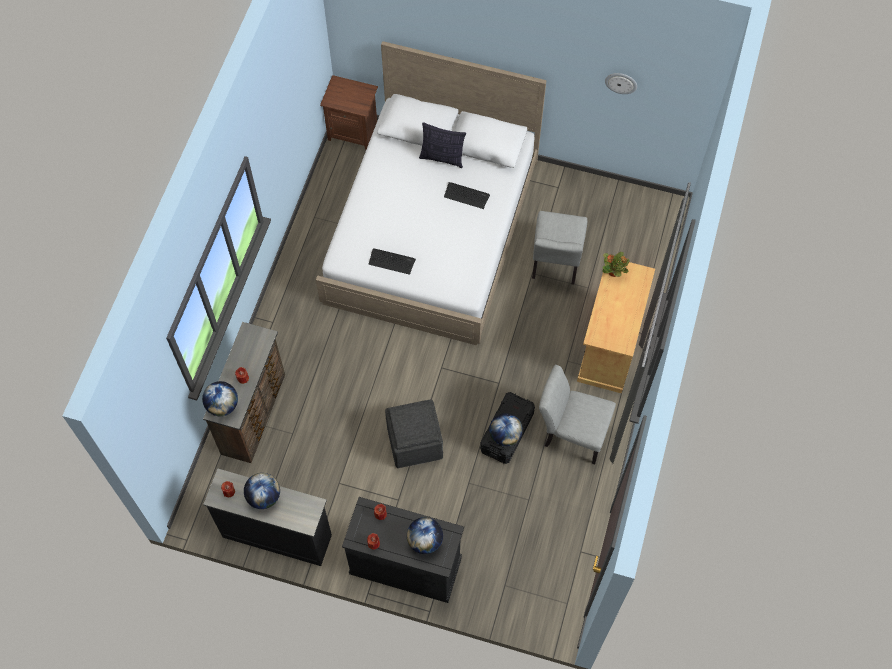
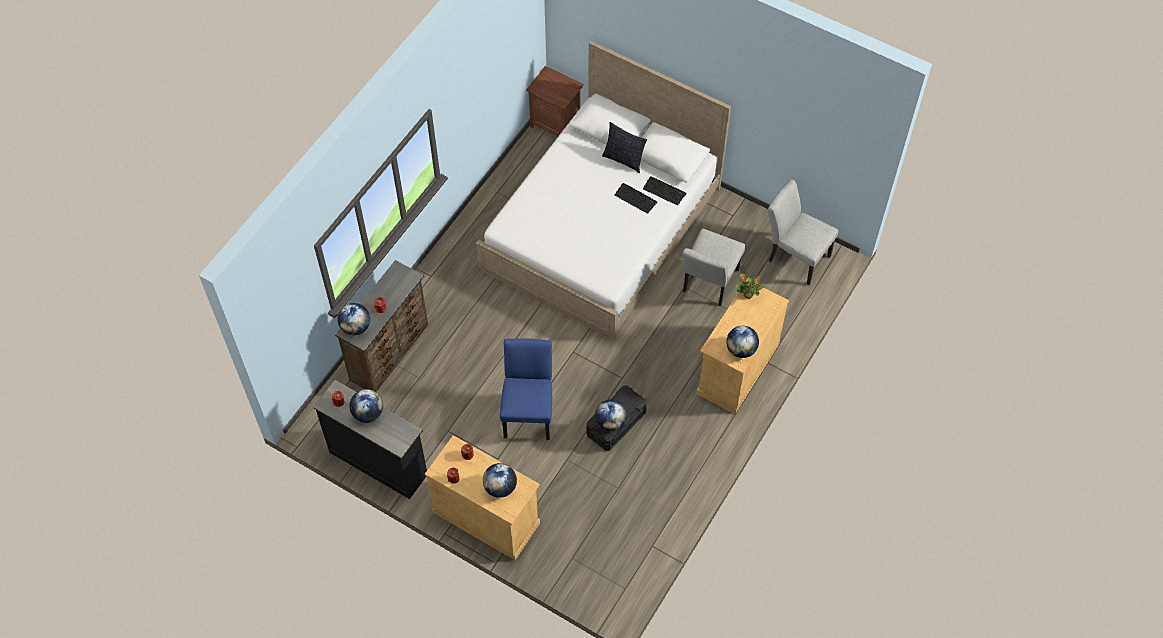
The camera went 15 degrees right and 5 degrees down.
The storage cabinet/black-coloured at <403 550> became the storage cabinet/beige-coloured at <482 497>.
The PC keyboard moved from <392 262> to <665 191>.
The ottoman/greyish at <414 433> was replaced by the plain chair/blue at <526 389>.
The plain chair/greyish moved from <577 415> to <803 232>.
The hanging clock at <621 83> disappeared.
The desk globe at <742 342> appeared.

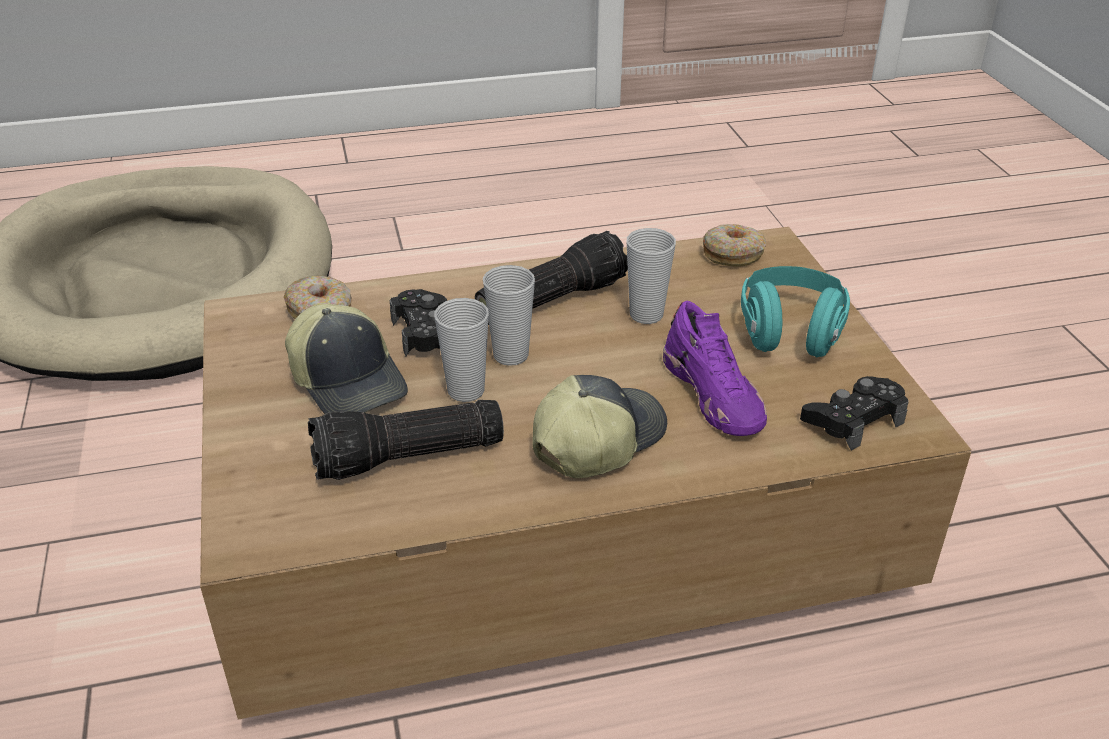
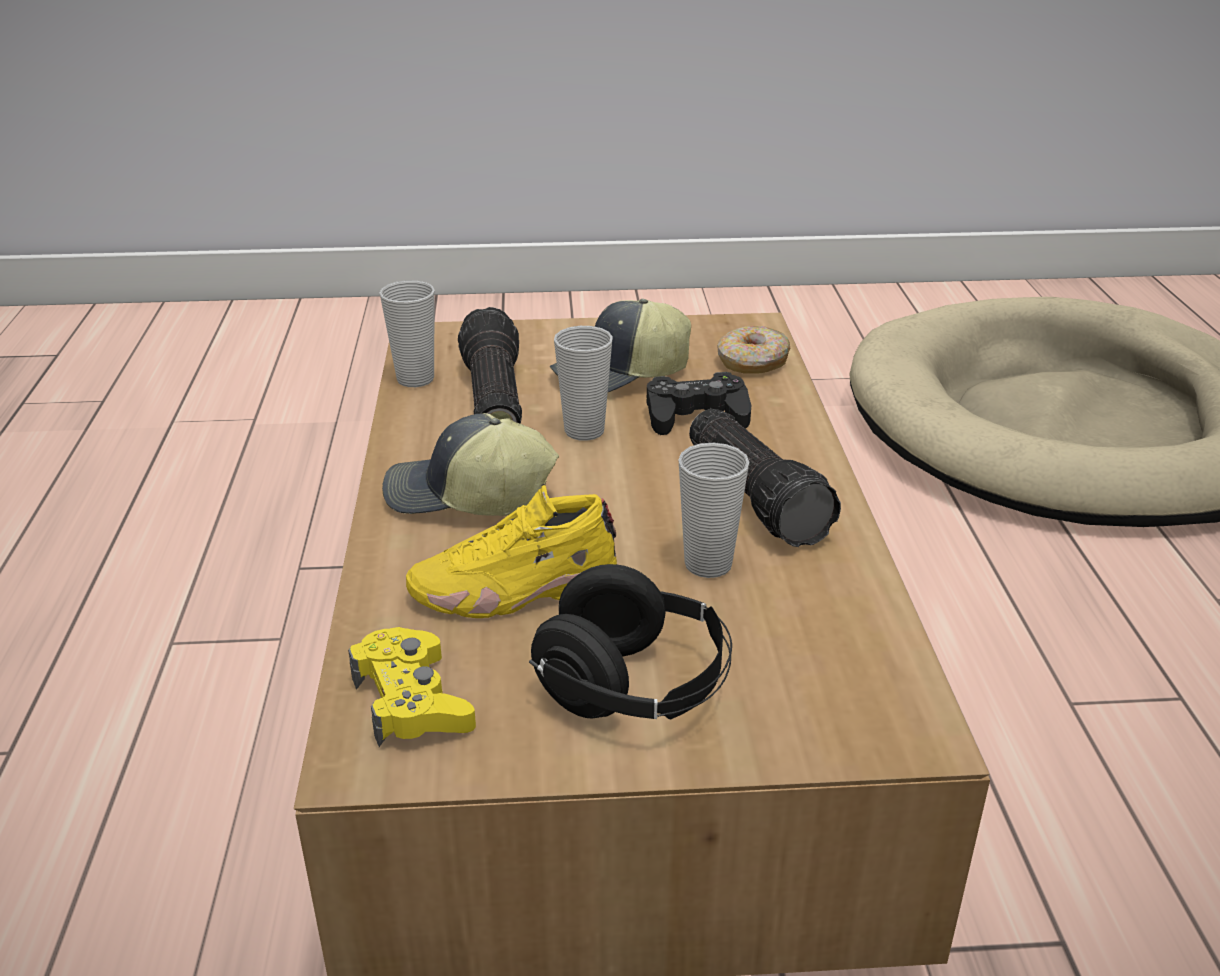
The camera went 100 degrees right and 5 degrees down.
The small cup moved from <509 315> to <407 333>.
The cap at <599 426> turned 135 degrees clockwise.
The item of footwear/purplish at <715 368> became the item of footwear/yellow-coloured at <511 551>.
The ring doughnut at <735 245> disappeared.
The headset/turquoise at <795 311> became the headset/black-coloured at <630 641>.
The joypad/black-coloured at <854 413> became the joypad/yellow-coloured at <412 687>.

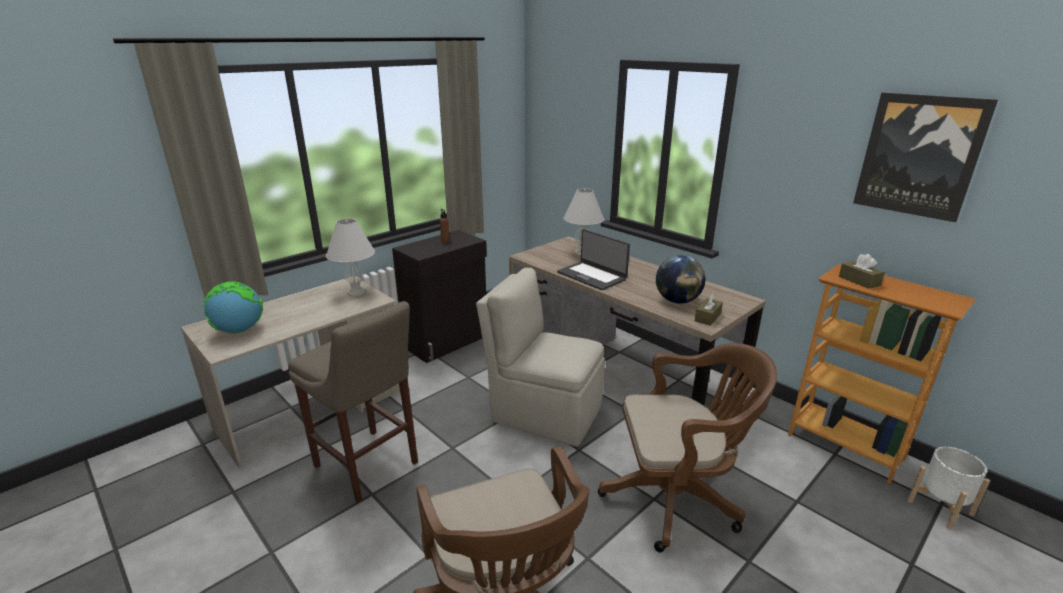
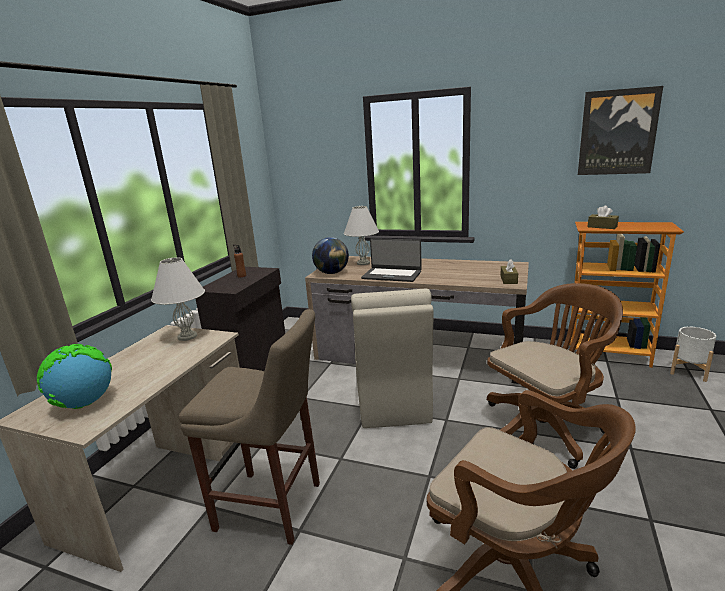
The camera went 25 degrees left and 5 degrees down.
The plain chair/beige-coloured at <540 357> turned 90 degrees counterclockwise.
The desk globe moved from <680 279> to <330 255>.

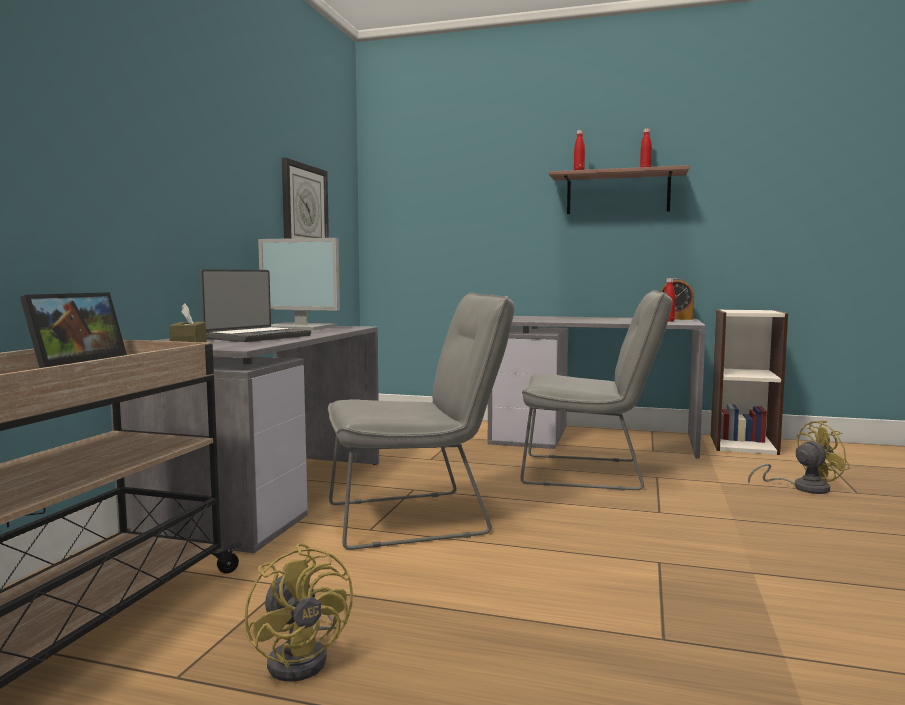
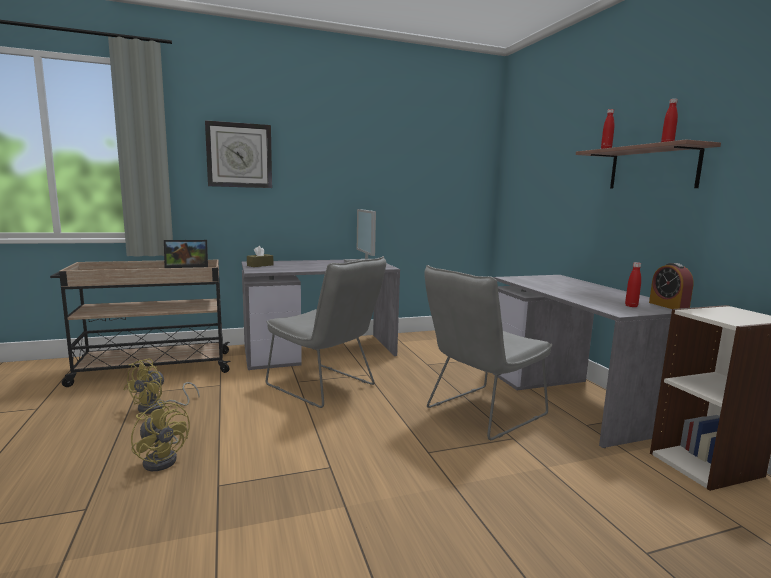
The camera went 55 degrees right and 5 degrees up.
The notebook computer at <255 305> disappeared.
The hanging clock moved from <305 198> to <238 154>.
The plain chair/greyish at <596 390> turned 75 degrees clockwise.
The cooling fan/yellow-coloured moved from <799 457> to <160 435>.

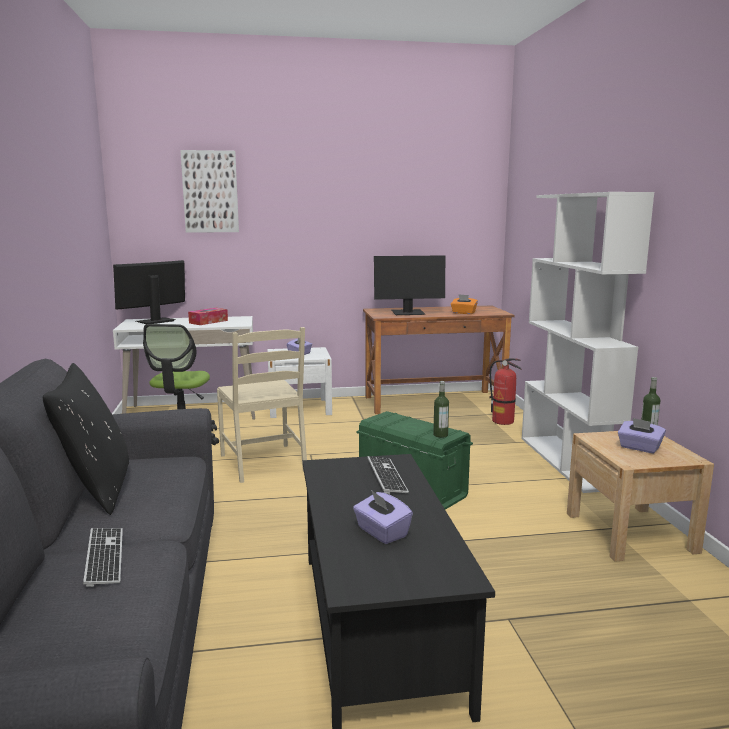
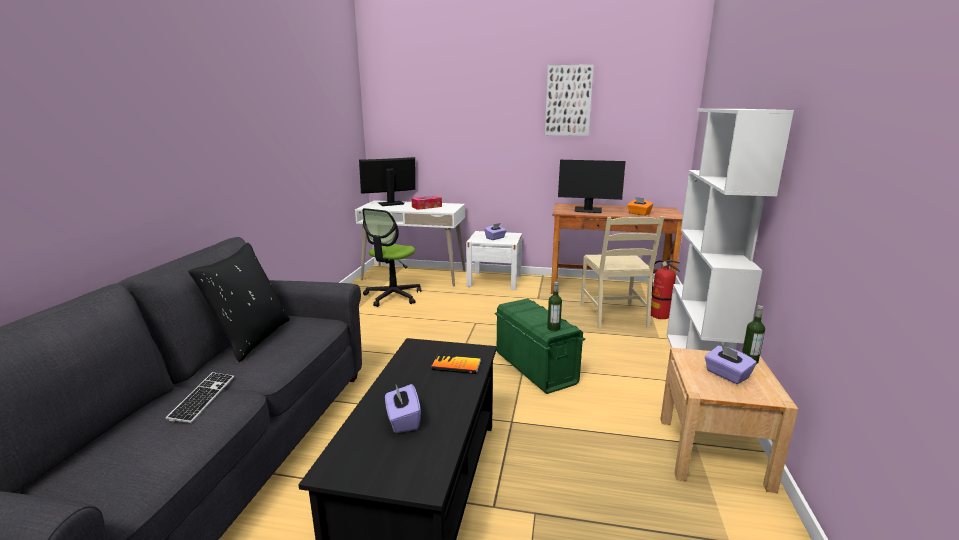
The camera went 20 degrees right and 5 degrees up.
The picture moved from <209 191> to <569 100>.
The plain chair/beige-coloured moved from <262 405> to <622 272>.
The PC keyboard at <388 475> was replaced by the volume at <456 364>.

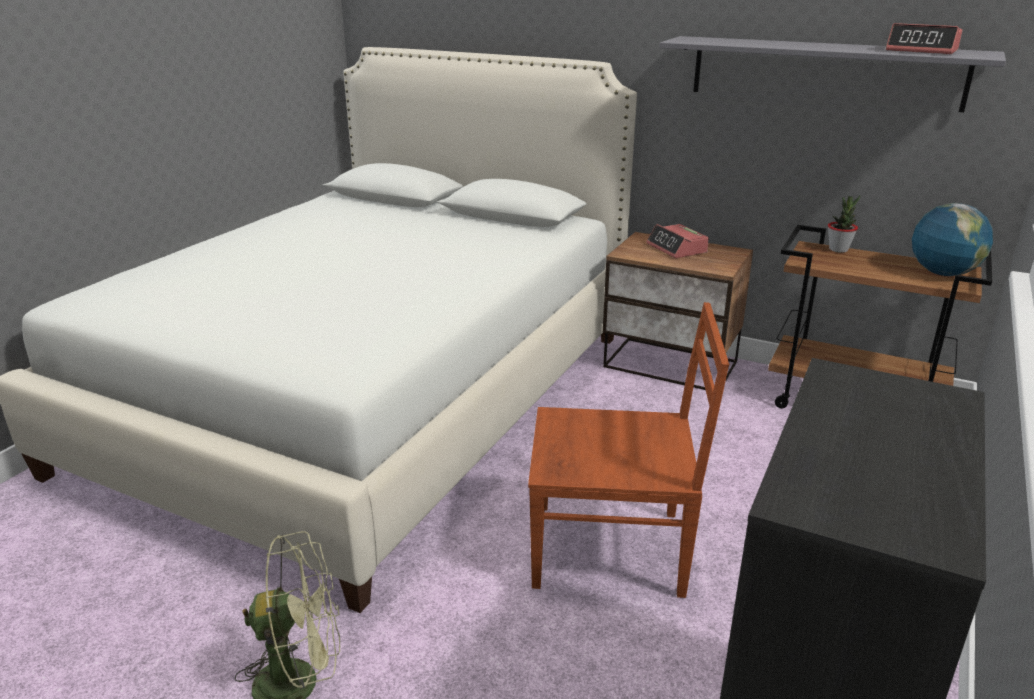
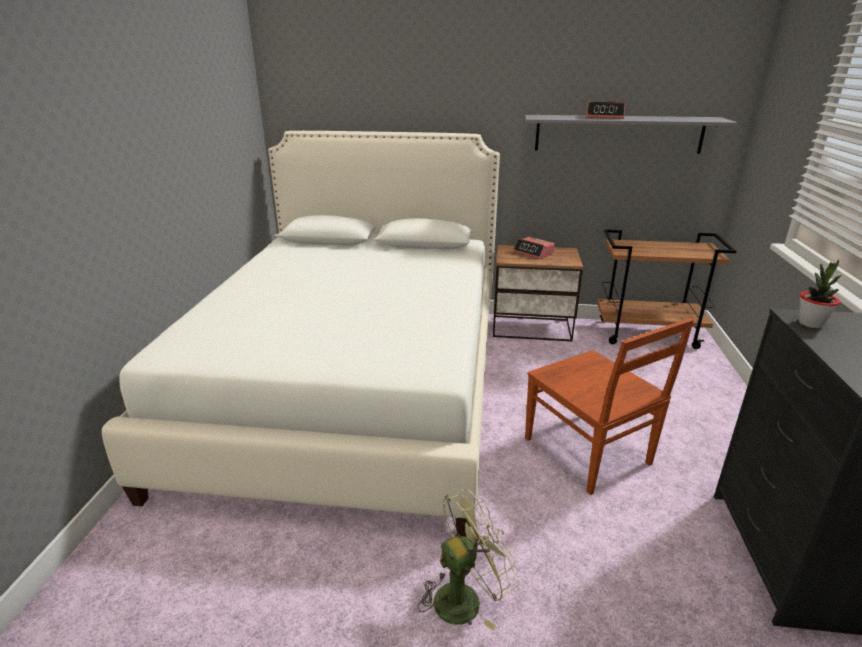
The camera went 20 degrees left and 0 degrees up.
The plain chair/brownish at <628 450> turned 75 degrees clockwise.
The houseplant moved from <844 224> to <820 294>.
The table clock moved from <924 38> to <605 110>.
The desk globe at <952 239> disappeared.

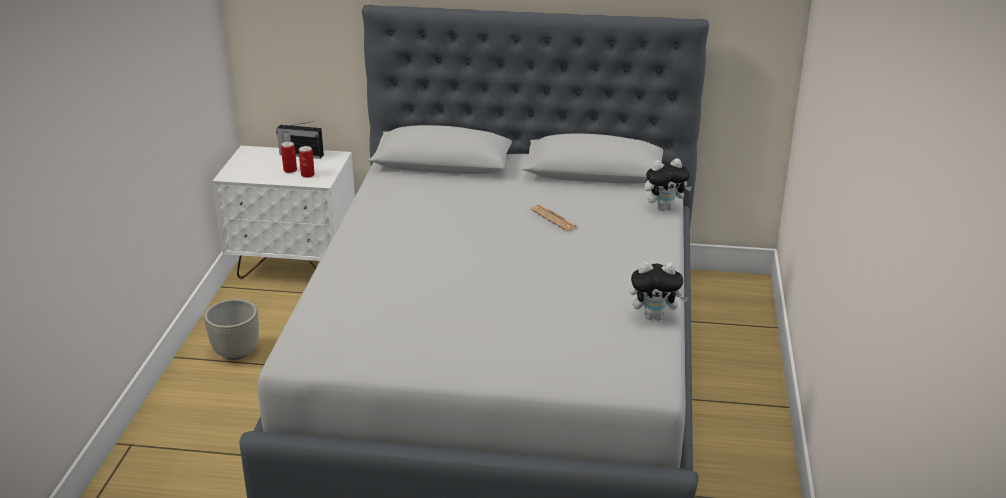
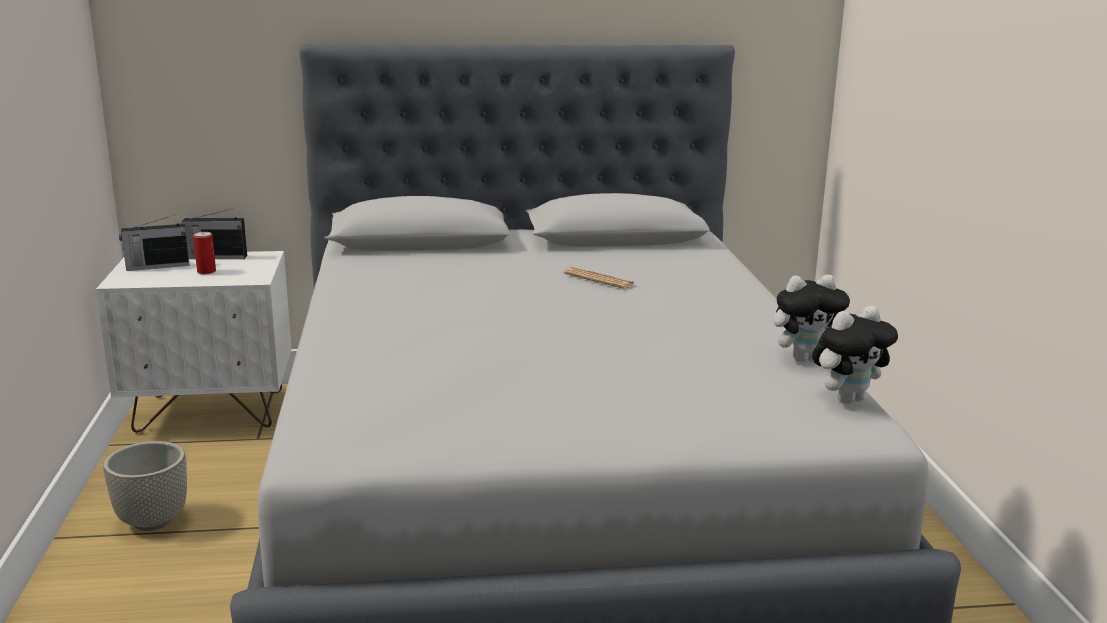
The camera went 15 degrees left and 10 degrees down.
The sealed can at <307 162> disappeared.
The soft toy moved from <668 184> to <855 354>.
The radio at <154 243> appeared.

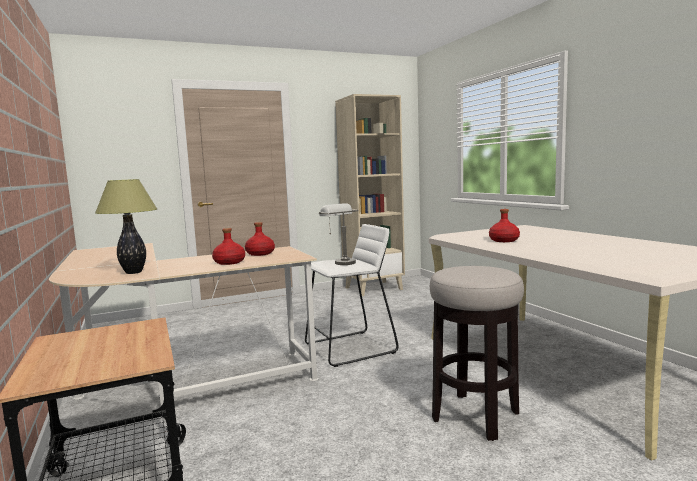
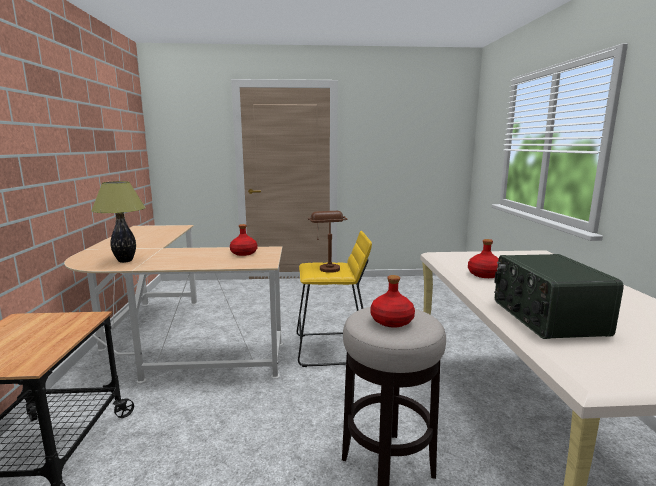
The camera went 20 degrees right and 5 degrees up.
The beverage bottle/reddish moved from <228 246> to <392 301>.
The sitting stool/white at <352 295> became the sitting stool/yellow-coloured at <334 299>.
The tabletop lamp/greyish at <338 234> became the tabletop lamp/brownish at <328 242>.
The bookcase/beige-coloured at <370 195> disappeared.
The radio at <559 296> appeared.

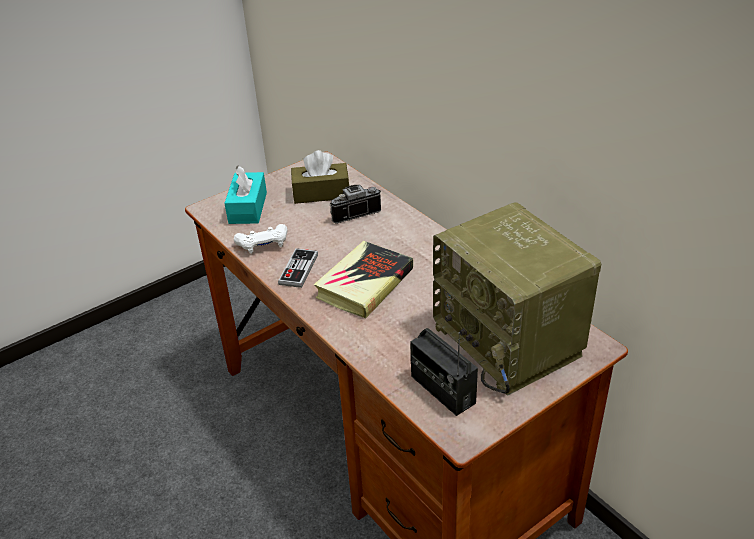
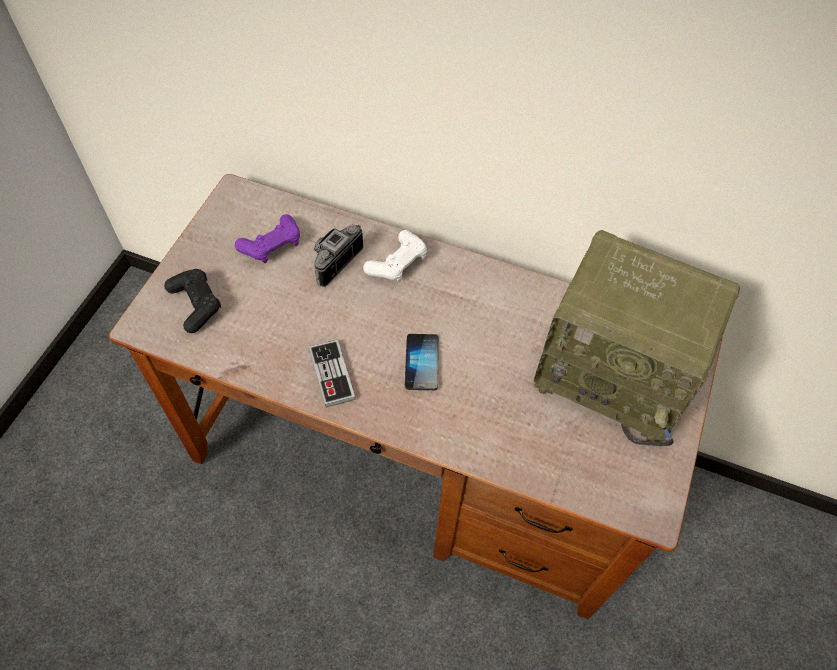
The camera went 35 degrees left and 20 degrees up.
The box of tissues/turquoise at <245 194> was replaced by the joypad/black-coloured at <192 301>.
The joypad/white moved from <261 239> to <395 256>.
The box of tissues/brownish at <320 177> was replaced by the joypad/purplish at <267 238>.
The volume at <363 280> was replaced by the phone at <422 362>.
The radio at <444 372> disappeared.

